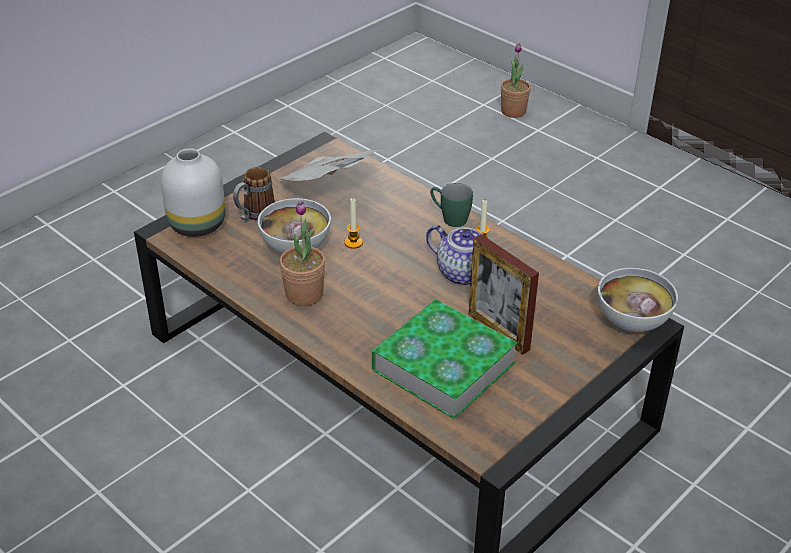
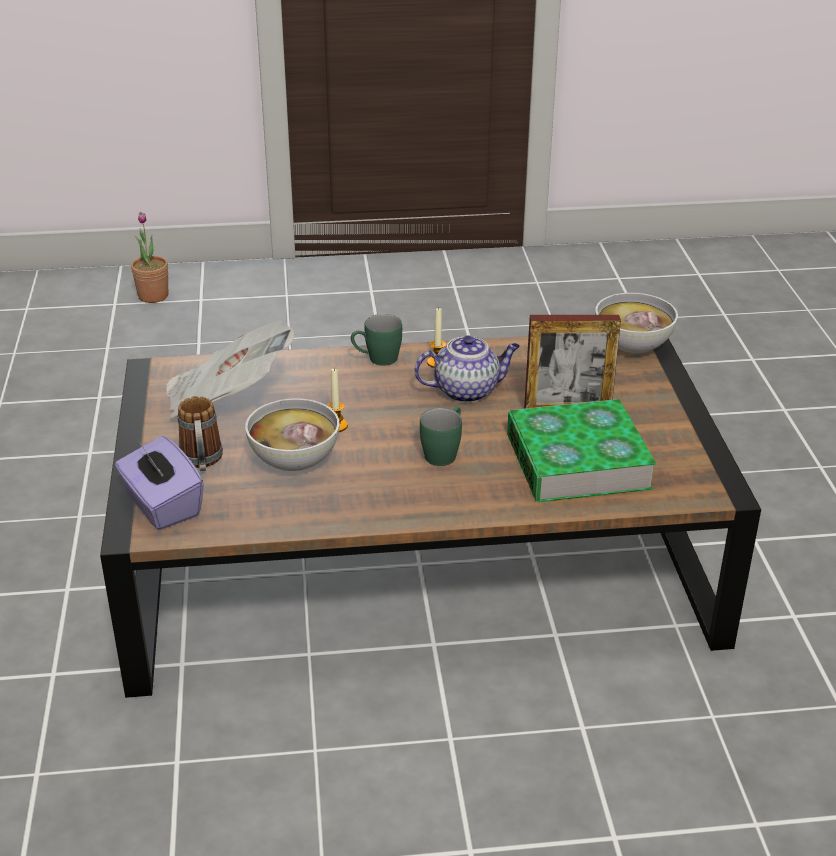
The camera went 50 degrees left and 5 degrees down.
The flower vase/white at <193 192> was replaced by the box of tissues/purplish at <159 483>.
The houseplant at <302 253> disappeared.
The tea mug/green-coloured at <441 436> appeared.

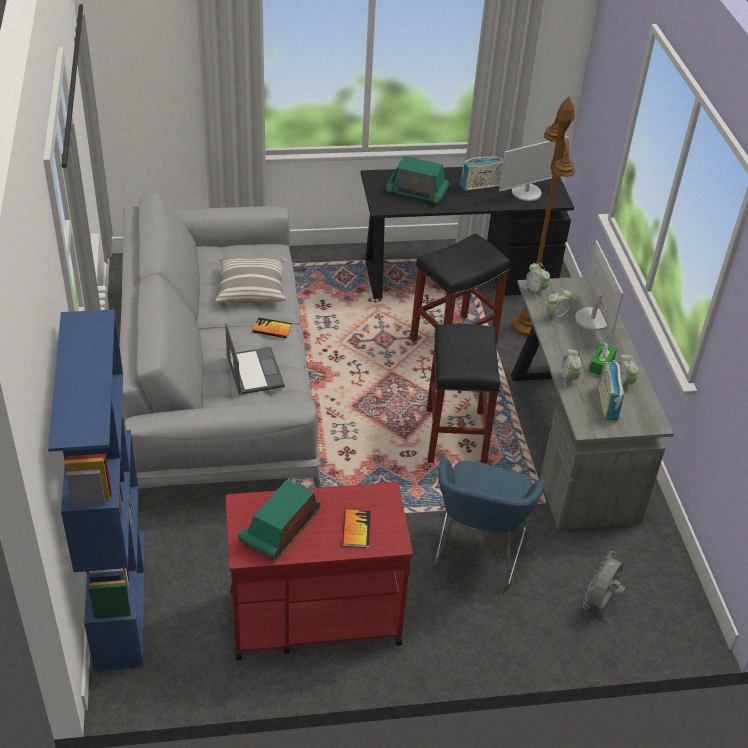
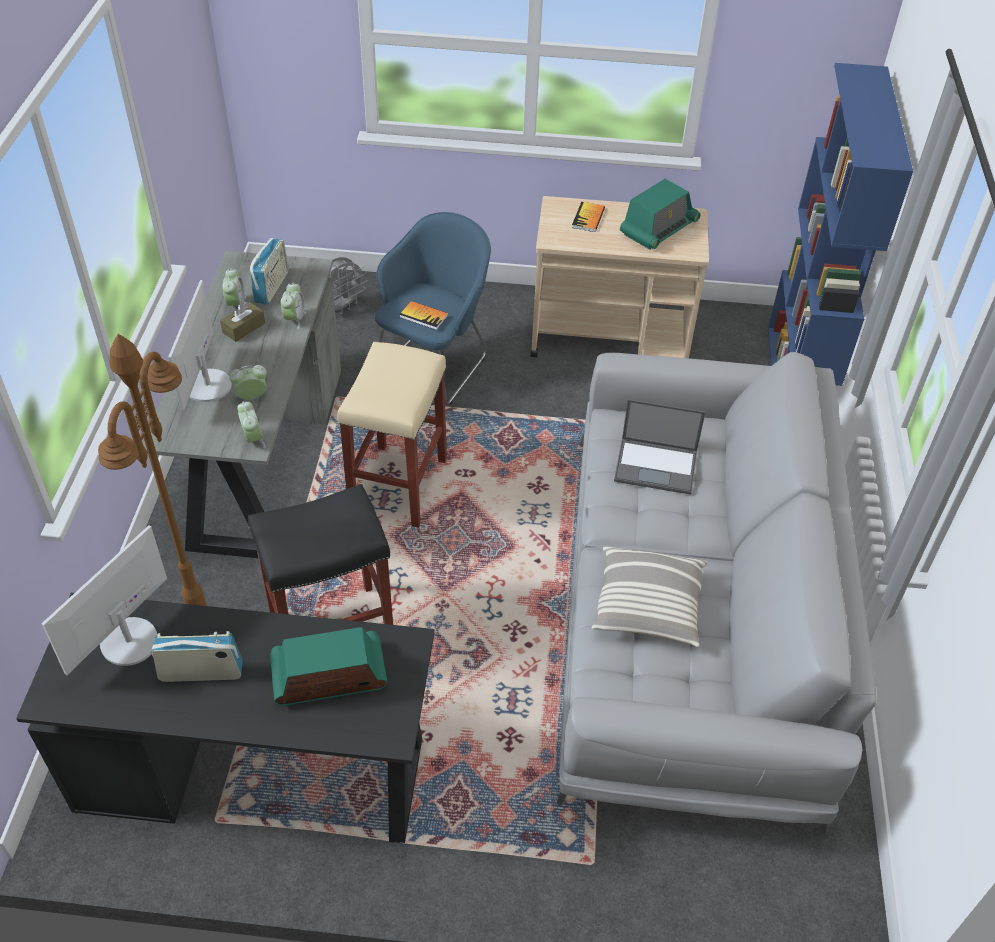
The camera went 165 degrees left and 5 degrees up.
The notebook computer at <255 359> turned 75 degrees counterclockwise.
The wheeled cart/reddish at <319 571> became the wheeled cart/beige-coloured at <619 277>.
The volume moved from <272 327> to <423 315>.
The radio at <417 180> turned 45 degrees counterclockwise.
The sitting stool/black-coloured at <463 394> became the sitting stool/beige-coloured at <392 435>.
The computer display at <534 168> turned 45 degrees counterclockwise.
The box of tissues/green-coloured at <603 359> became the box of tissues/brownish at <242 321>.

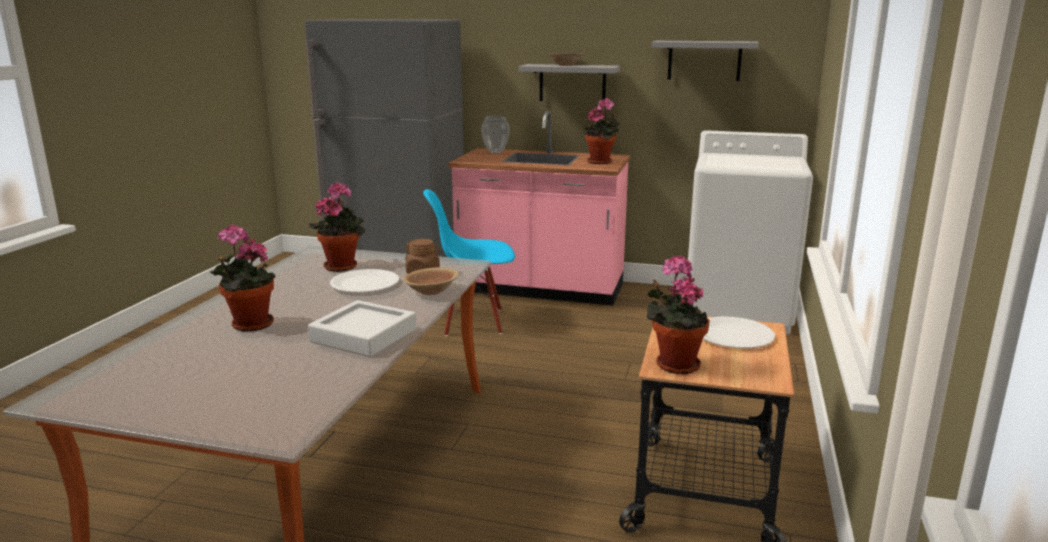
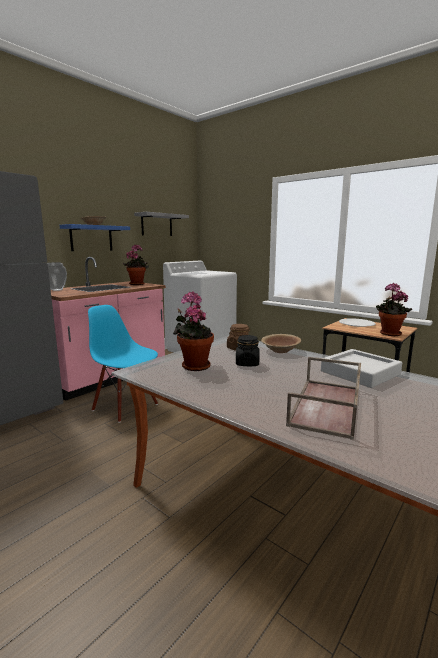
The camera went 65 degrees left and 5 degrees down.
The houseplant at <243 278> was replaced by the carrying tray/brownish at <323 398>.
The flat dish/white at <364 281> was replaced by the preserve jar/black-coloured at <248 350>.
The plain chair/blue at <469 262> turned 105 degrees clockwise.
The bracket shelf/greyish at <569 82> became the bracket shelf/blue at <95 237>.

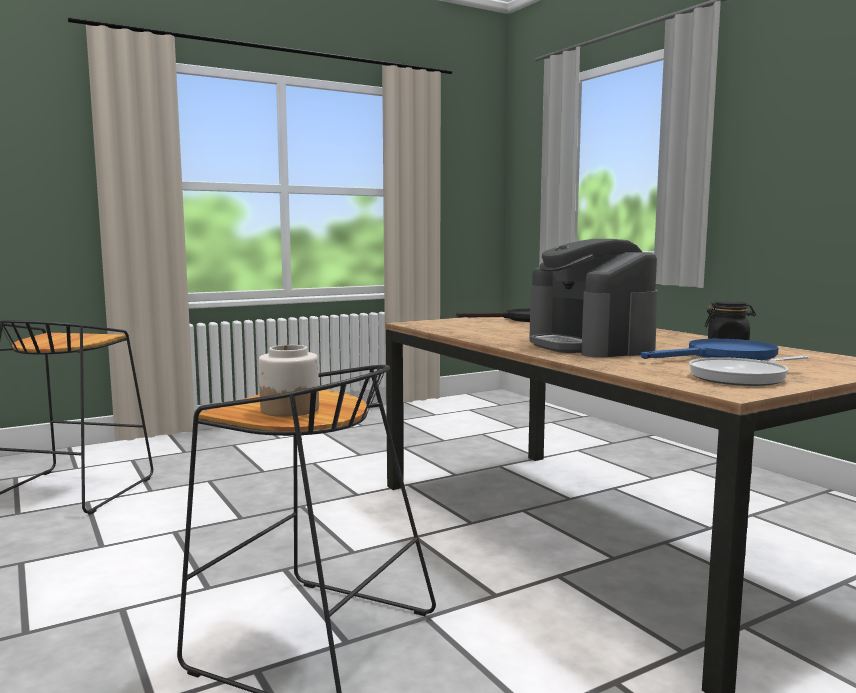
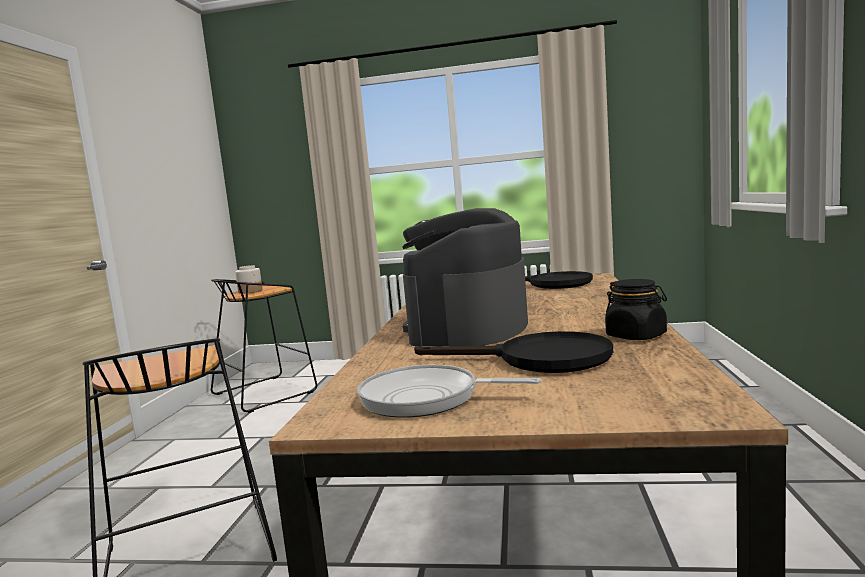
The camera went 40 degrees right and 0 degrees up.
The preserve jar moved from <289 381> to <248 279>.
The frying pan/blue at <709 350> became the frying pan/black-coloured at <513 352>.

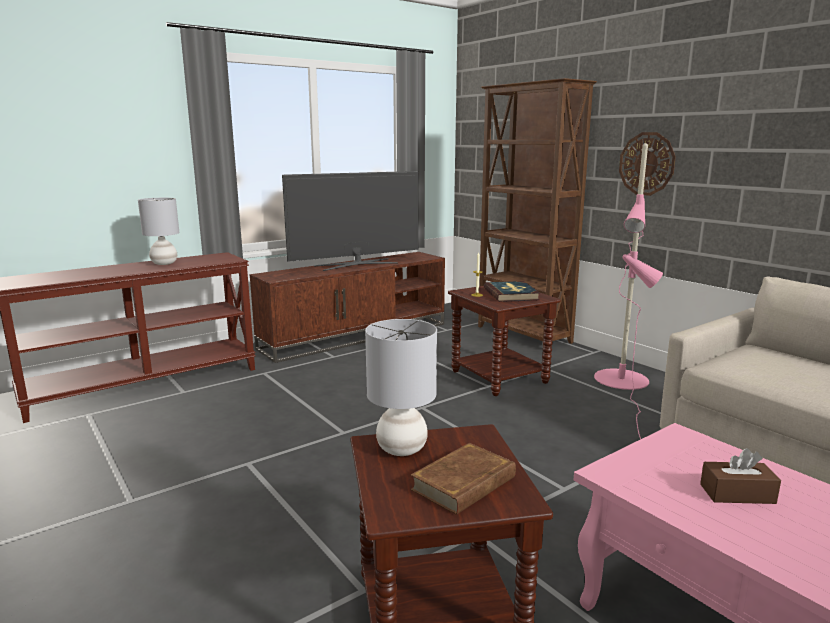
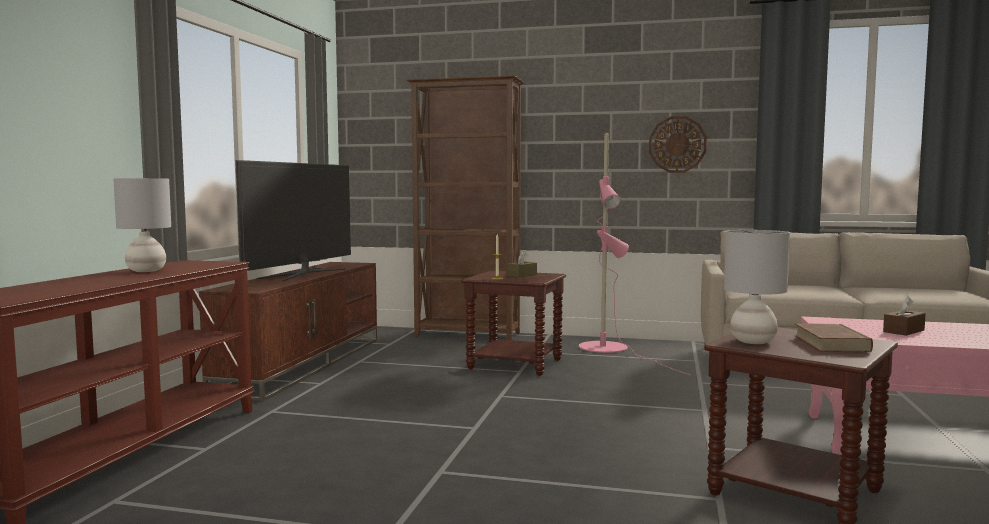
The camera went 40 degrees left and 10 degrees down.
The volume at <512 291> was replaced by the box of tissues/brownish at <522 264>.
The hanging clock moved from <647 164> to <678 144>.

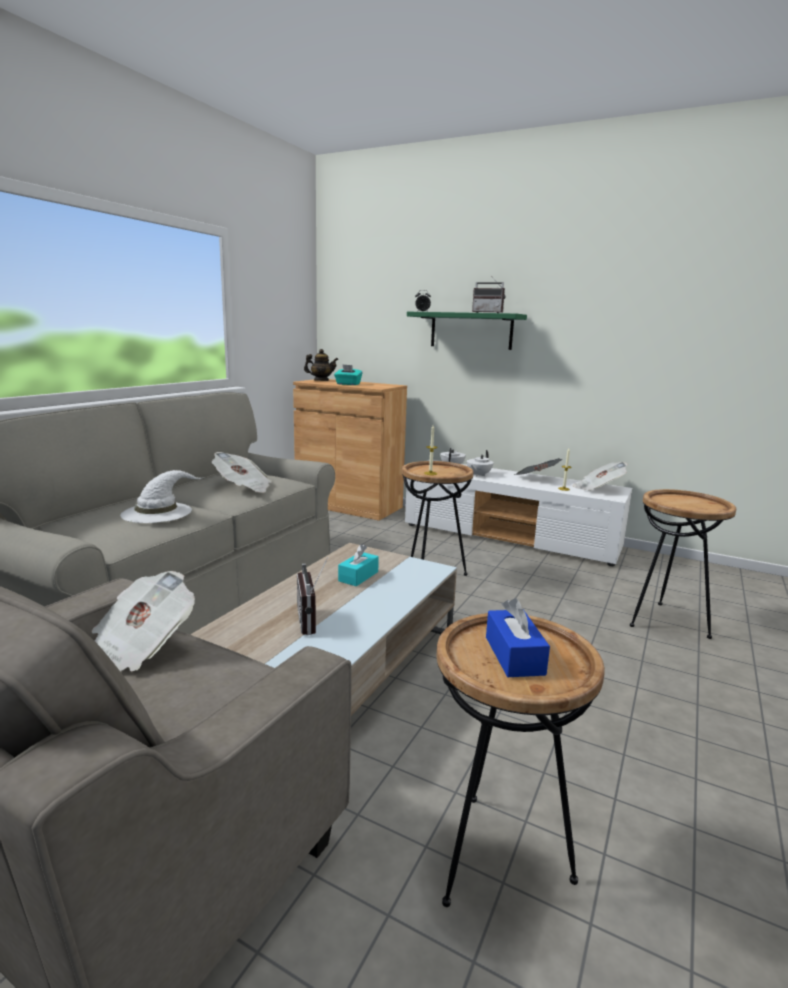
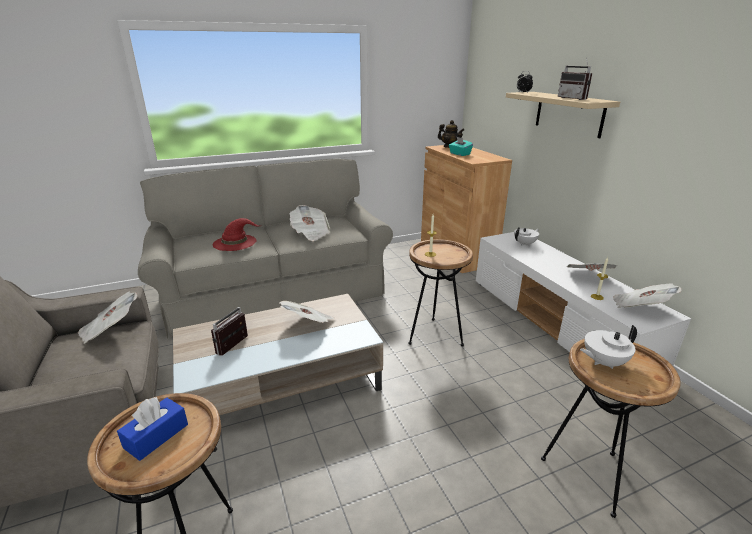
The camera went 40 degrees right and 10 degrees up.
The clothing hat/white at <162 496> became the clothing hat/reddish at <236 234>.
The box of tissues/turquoise at <358 565> was replaced by the newspaper at <307 312>.
The bracket shelf/green-coloured at <467 331> became the bracket shelf/beige-coloured at <563 115>.
The tea pot/white moved from <480 463> to <608 347>.

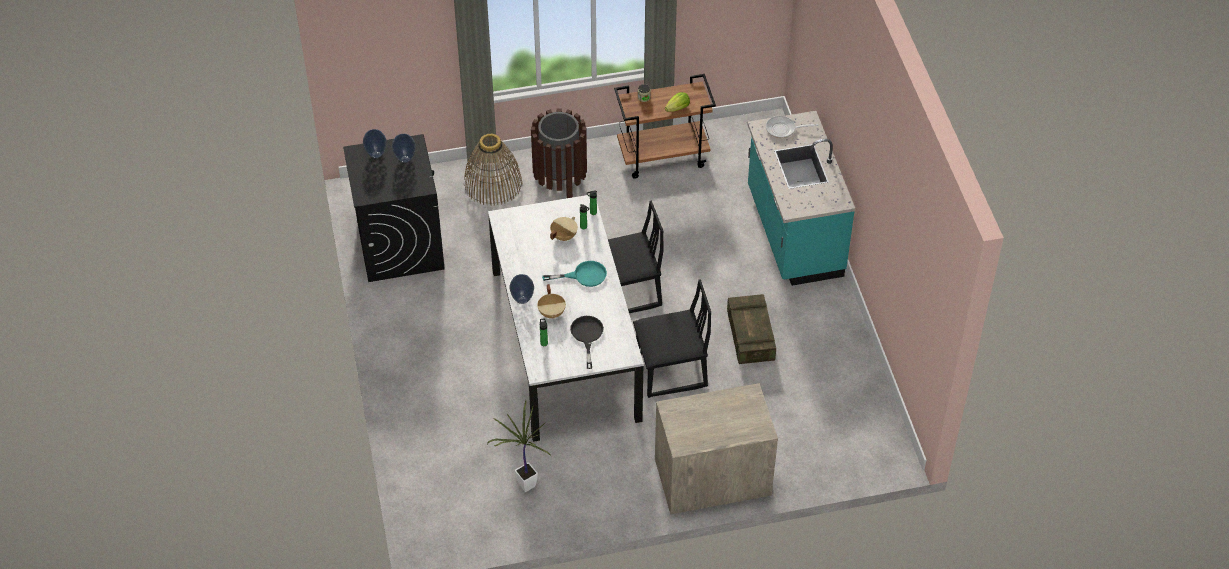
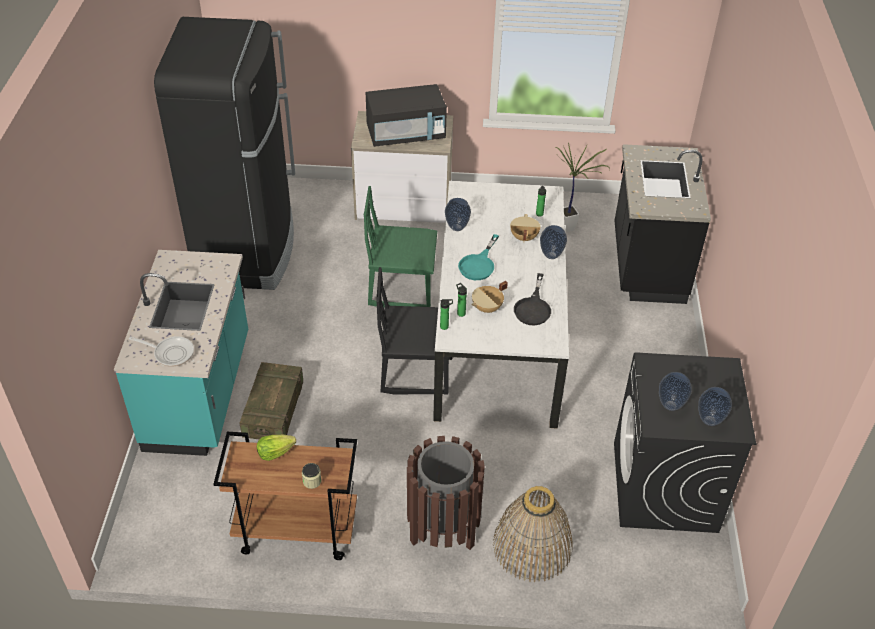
The camera went 165 degrees left and 5 degrees down.
The frying pan/turquoise at <574 274> turned 75 degrees counterclockwise.
The frying pan/black-coloured moved from <587 342> to <532 299>.
The plain chair/black-coloured at <672 338> became the plain chair/green-coloured at <400 247>.
The packing crate moved from <751 329> to <271 401>.
The kitchen fridge/black-coloured at <224 153> appeared.
The kitchen microwave/black-coloured at <406 115> appeared.
The flower vase at <458 214> appeared.
The kitchen base unit/black-coloured at <662 224> appeared.

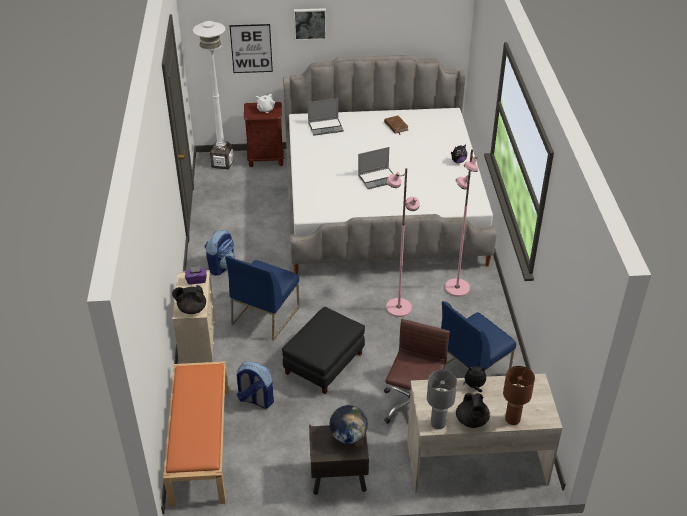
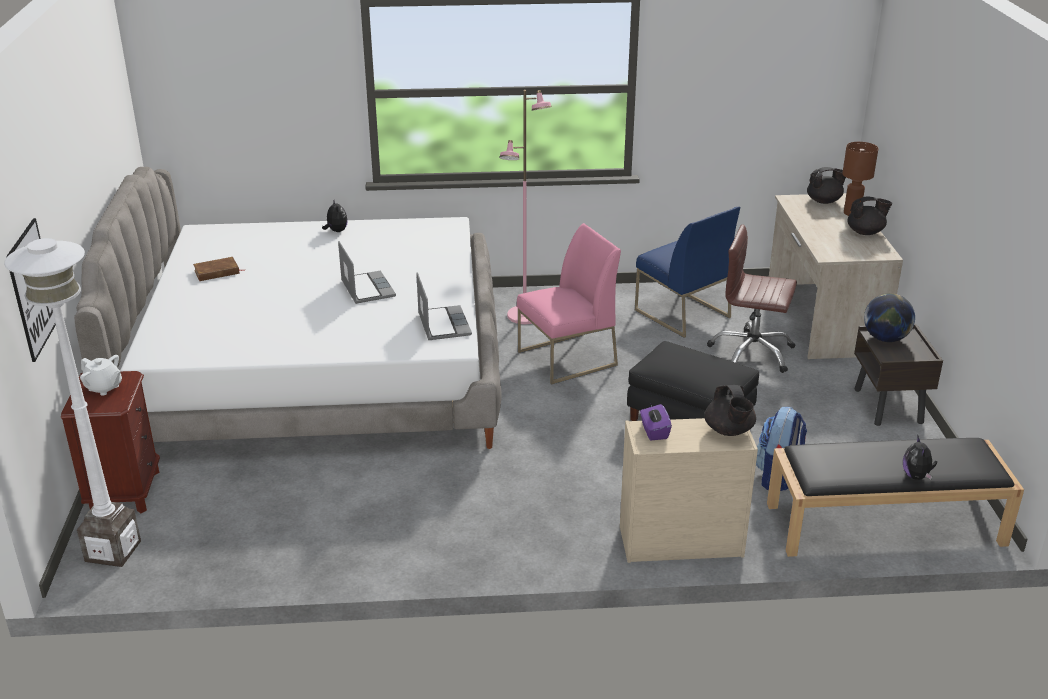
The camera went 90 degrees left and 10 degrees down.
The long seat/orange-coloured at <196 434> became the long seat/black-coloured at <895 497>.
The knapsack at <220 253> disappeared.
The plain chair/blue at <262 298> disappeared.
The picture at <310 24> disappeared.
The notebook computer moved from <326 117> to <444 306>.
The standard lamp/pink-coloured at <403 242> was replaced by the plain chair/pink-coloured at <569 304>.
The tabletop lamp/greyish at <442 399> disappeared.
The soft toy moved from <474 379> to <920 457>.
The tea pot/black-coloured at <826 185> appeared.

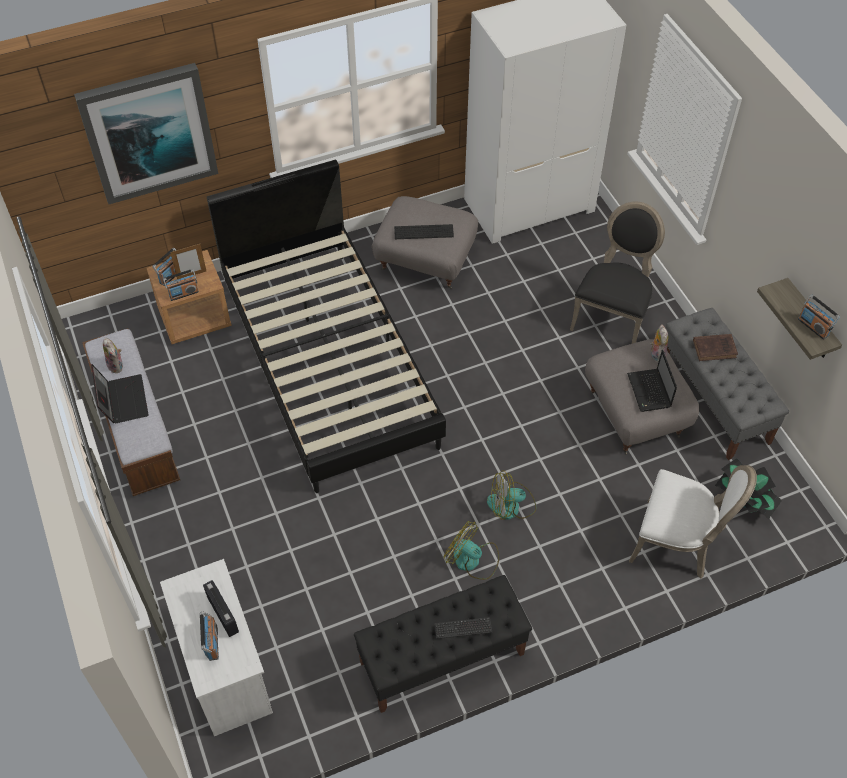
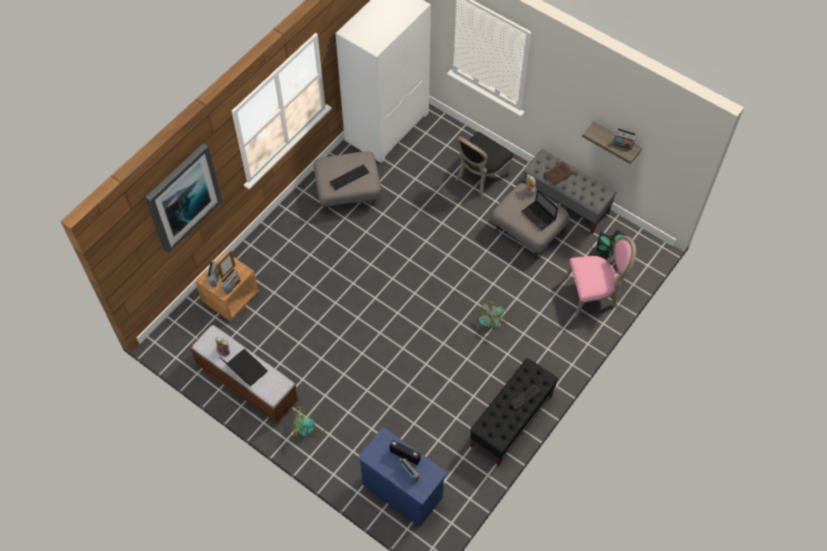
The camera went 30 degrees left and 5 degrees up.
The chest of drawers/white at <216 647> became the chest of drawers/blue at <402 477>.
The bed/black-coloured at <326 326> disappeared.
The cooling fan moved from <471 550> to <309 421>.
The plain chair/black-coloured at <617 273> turned 135 degrees counterclockwise.
The plain chair/white at <693 521> became the plain chair/pink-coloured at <600 277>.

